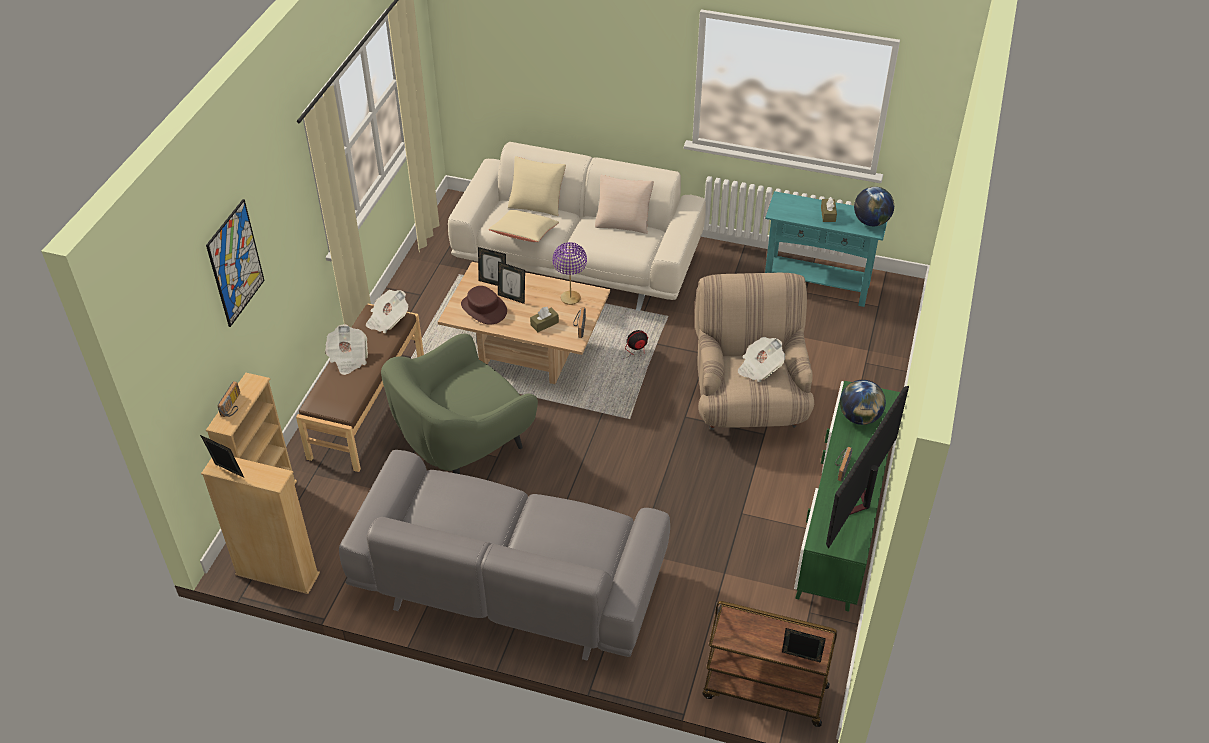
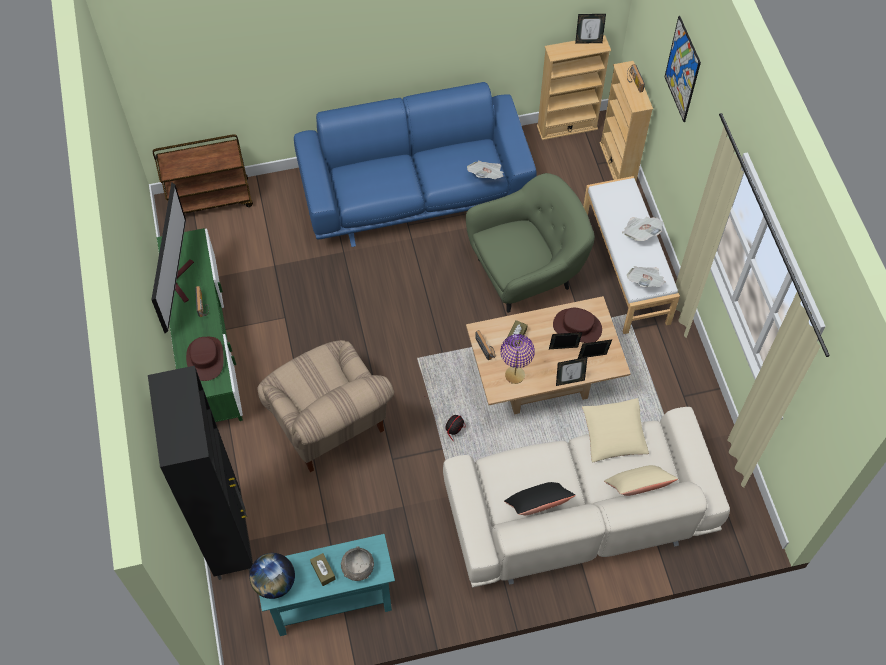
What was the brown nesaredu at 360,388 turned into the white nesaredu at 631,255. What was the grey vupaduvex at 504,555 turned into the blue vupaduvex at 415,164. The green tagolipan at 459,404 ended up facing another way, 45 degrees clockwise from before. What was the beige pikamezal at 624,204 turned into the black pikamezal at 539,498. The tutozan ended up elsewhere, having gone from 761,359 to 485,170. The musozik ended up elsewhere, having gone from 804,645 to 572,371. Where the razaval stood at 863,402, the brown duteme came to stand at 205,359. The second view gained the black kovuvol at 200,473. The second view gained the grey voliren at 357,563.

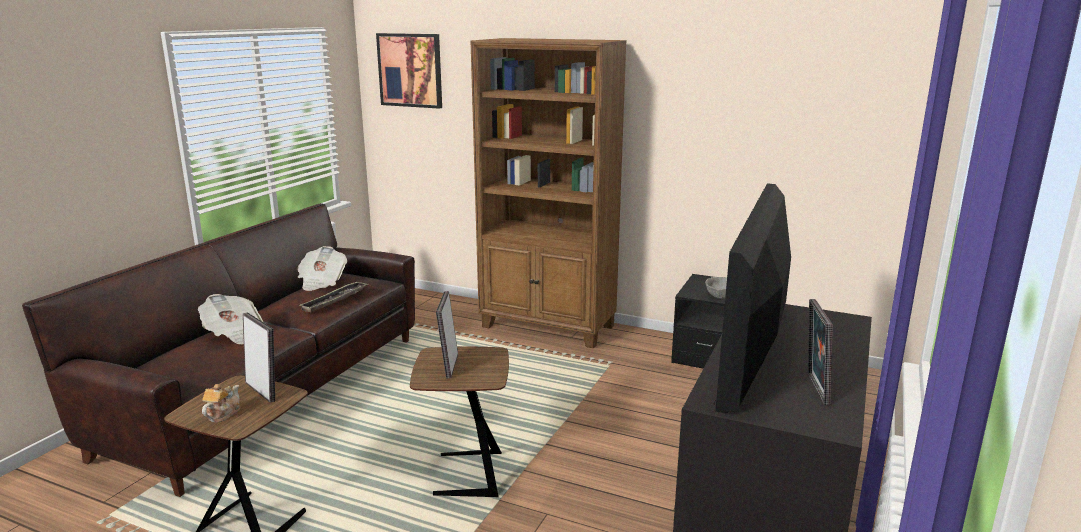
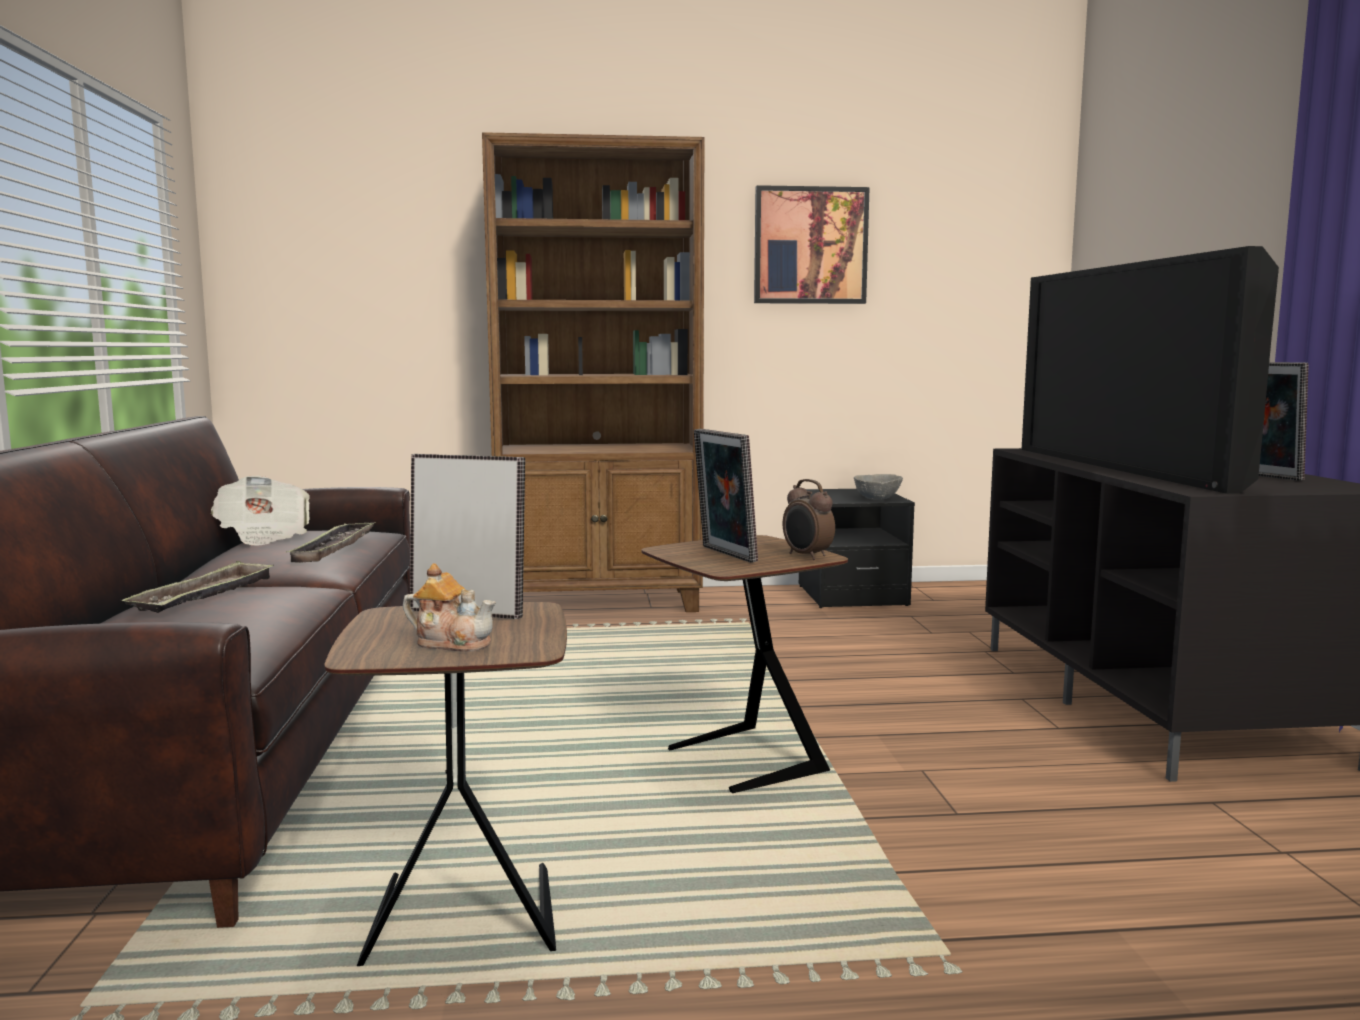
Where the tutozan stood at 230,319, the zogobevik came to stand at 197,587. The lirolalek at 221,403 ended up facing another way, 120 degrees clockwise from before. The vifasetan ended up elsewhere, having gone from 409,71 to 812,244. The second view gained the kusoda at 809,519.

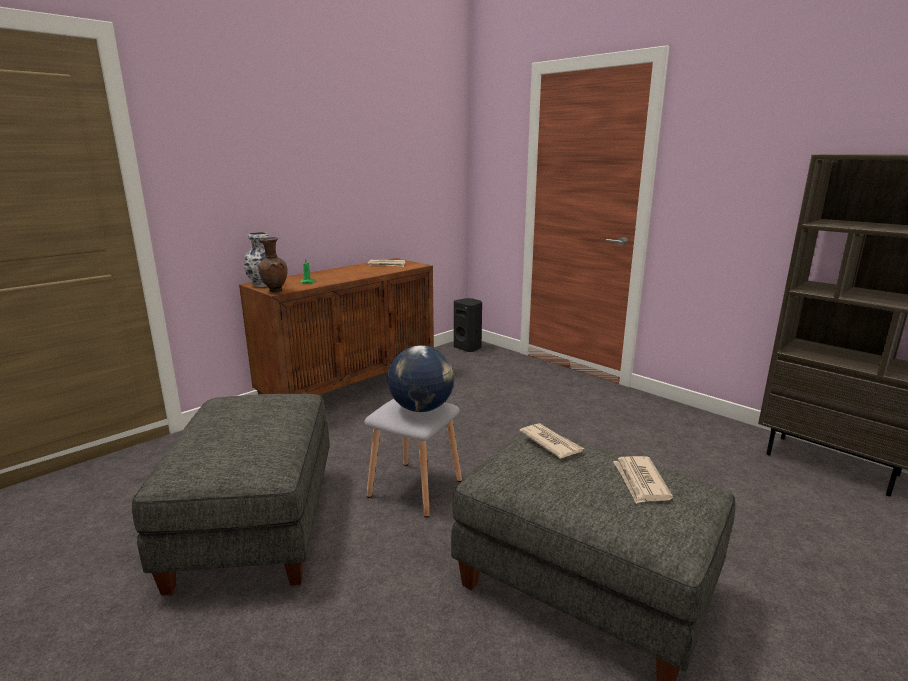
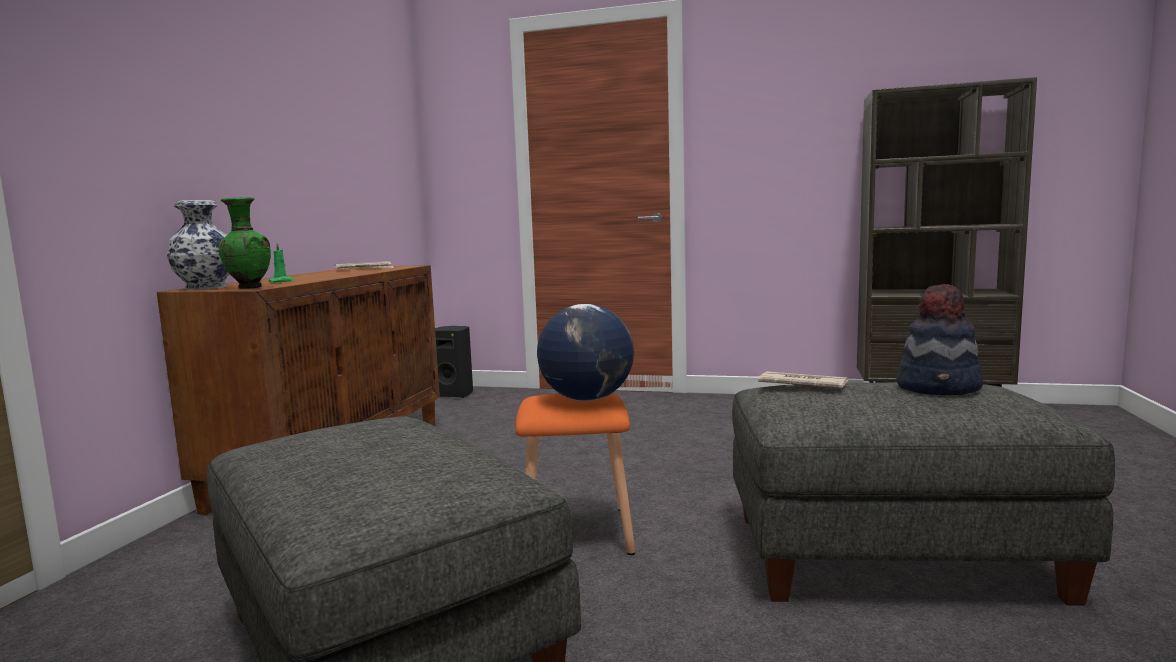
What was the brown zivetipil at 273,265 turned into the green zivetipil at 245,243. What was the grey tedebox at 413,458 turned into the orange tedebox at 575,474. Where the tutozan stood at 643,480, the duteme came to stand at 940,339.

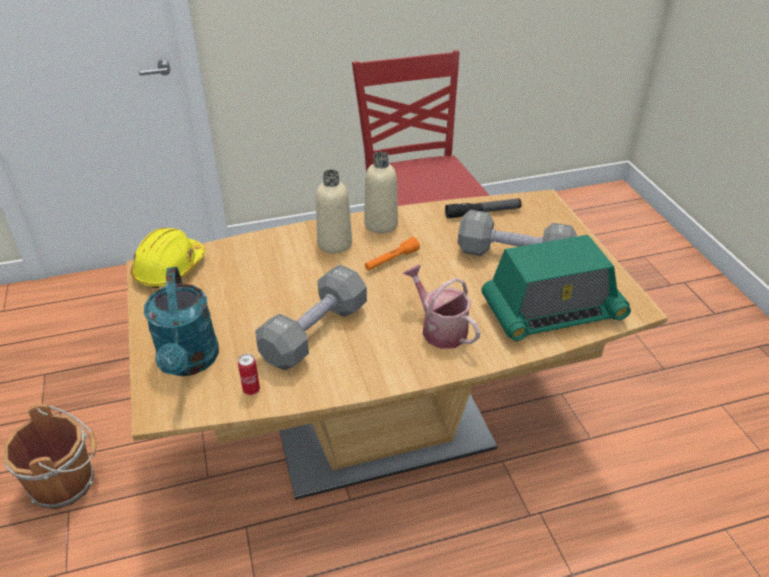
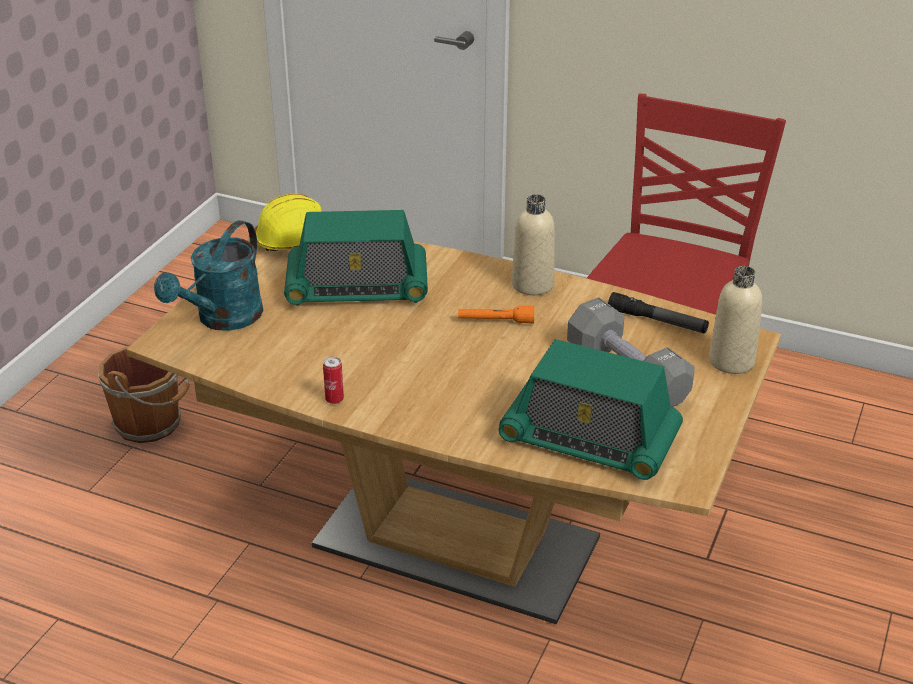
The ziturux ended up elsewhere, having gone from 249,374 to 333,380. The second view lost the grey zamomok at 311,317. The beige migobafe ended up elsewhere, having gone from 334,211 to 735,320. The second view lost the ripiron at 442,307. The second view gained the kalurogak at 356,258.

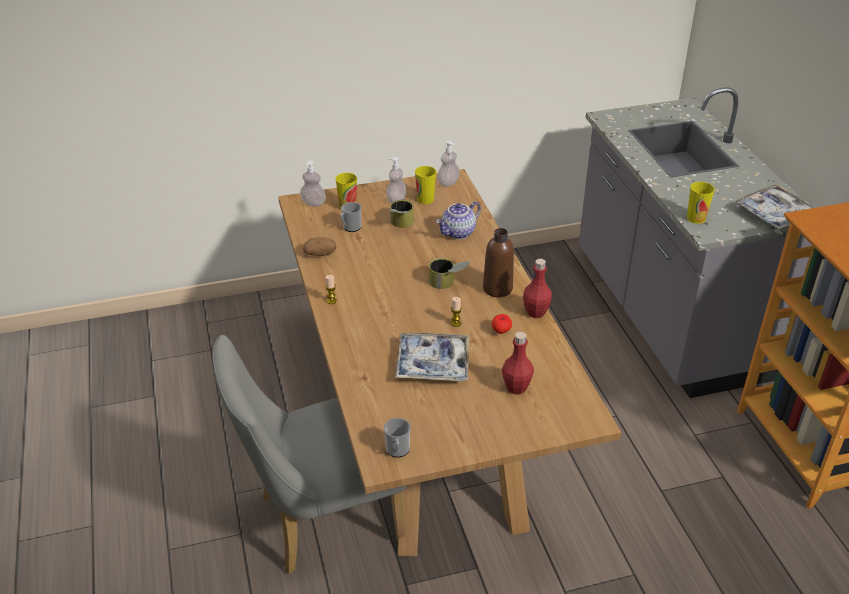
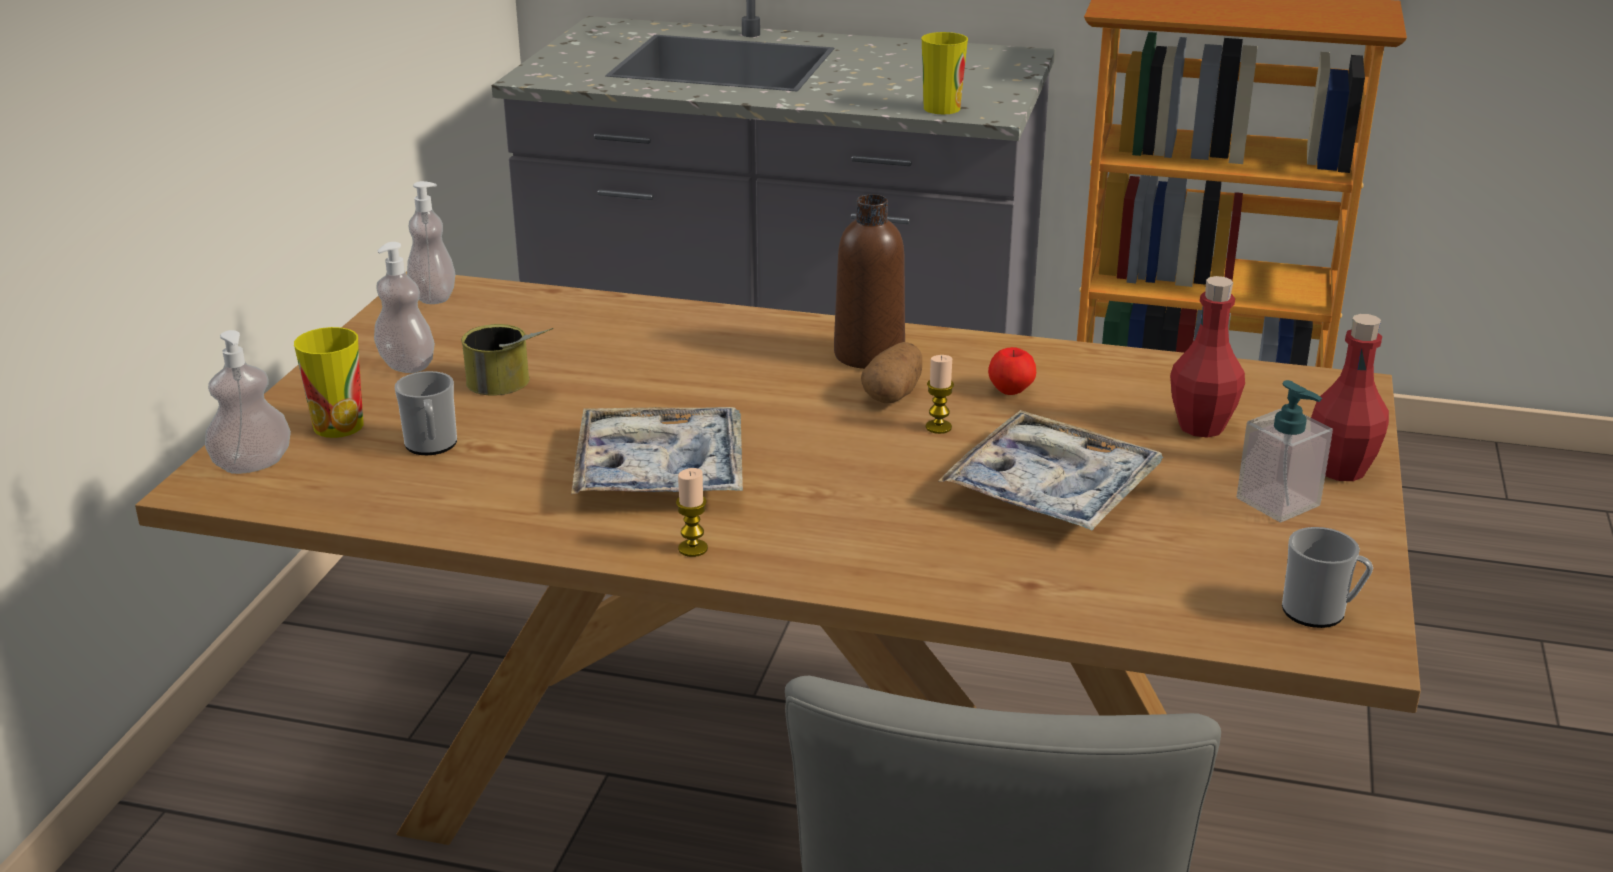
The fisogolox ended up elsewhere, having gone from 320,246 to 891,373. The second view lost the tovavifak at 425,185. The second view lost the ziturux at 449,273. The second view lost the lirolalek at 458,220. The red migobafe ended up elsewhere, having gone from 537,288 to 1350,397. The zogobevik ended up elsewhere, having gone from 775,206 to 657,450. The second view gained the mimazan at 1285,451.

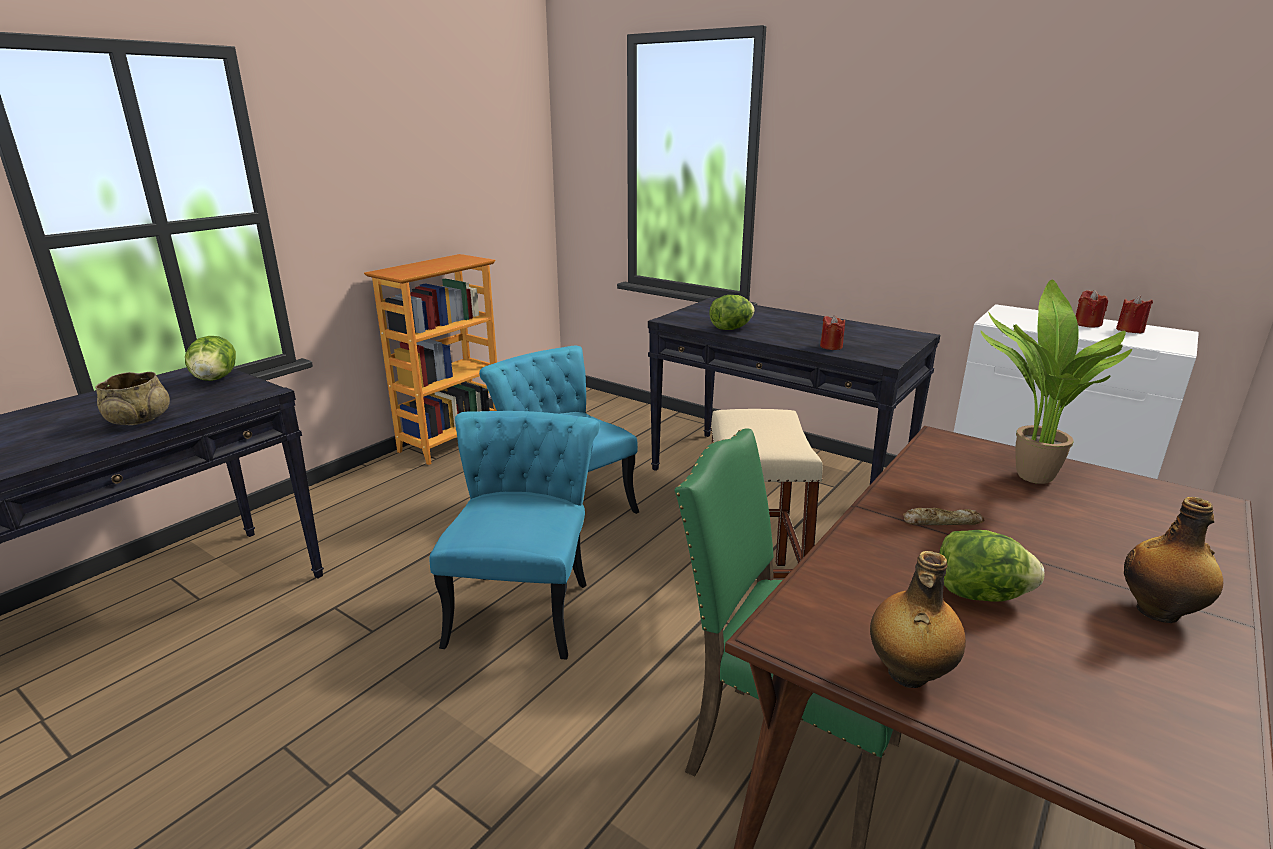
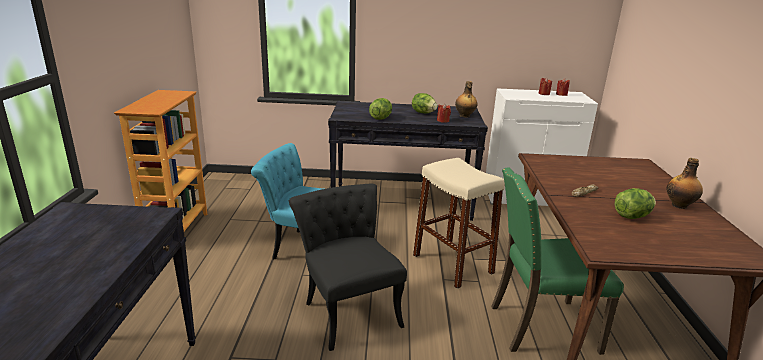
The second view lost the beige voliren at 132,398. The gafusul ended up elsewhere, having gone from 210,358 to 424,103. What was the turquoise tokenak at 514,535 turned into the black tokenak at 348,267. The migobafe ended up elsewhere, having gone from 918,619 to 466,99. The second view lost the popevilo at 1056,382.

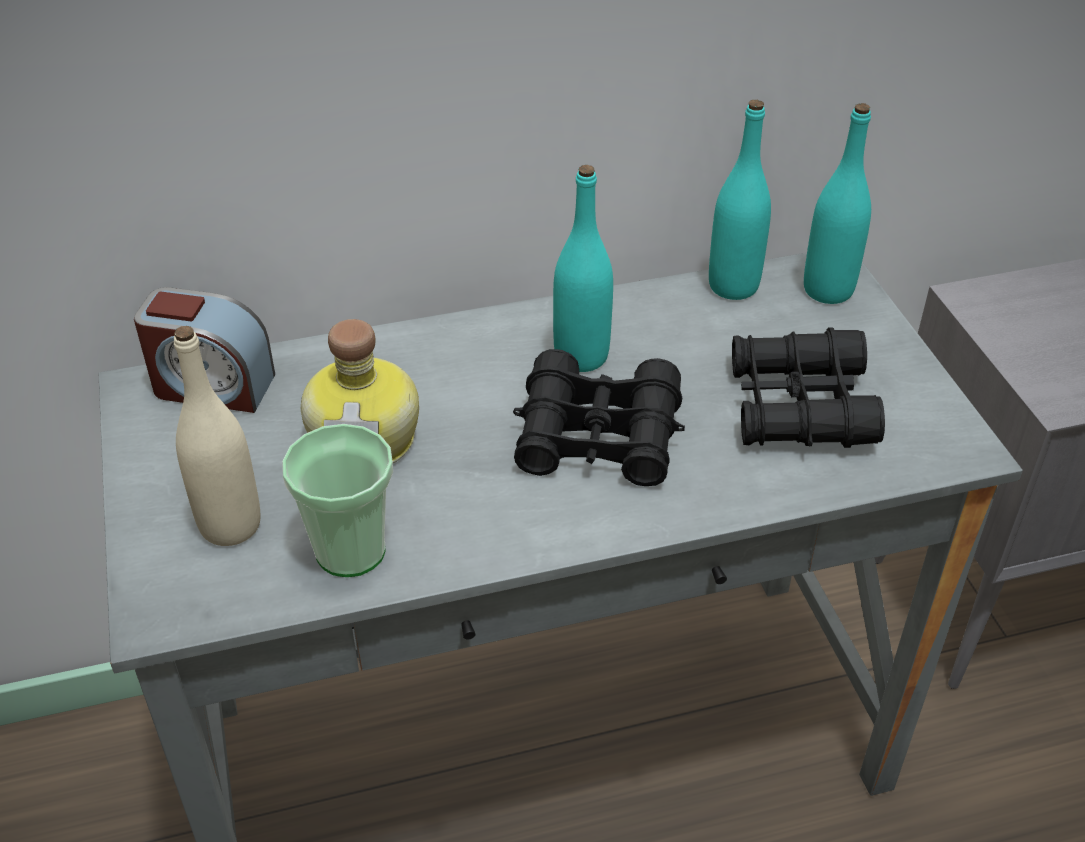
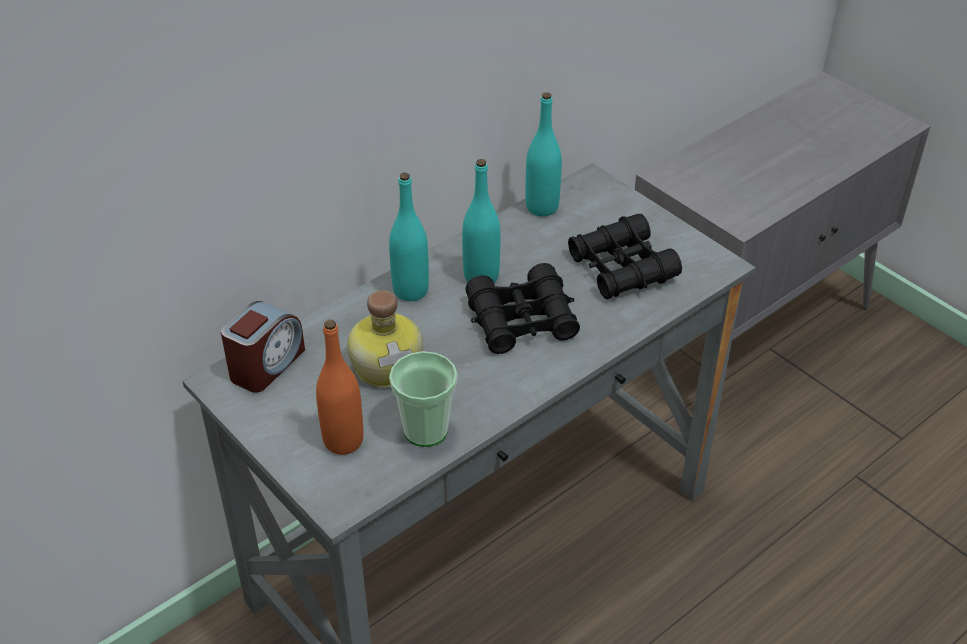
The kusoda at 204,350 ended up facing another way, 45 degrees counterclockwise from before. What was the beige migobafe at 217,436 turned into the orange migobafe at 339,387. The turquoise migobafe ended up elsewhere, having gone from 837,203 to 409,236.

